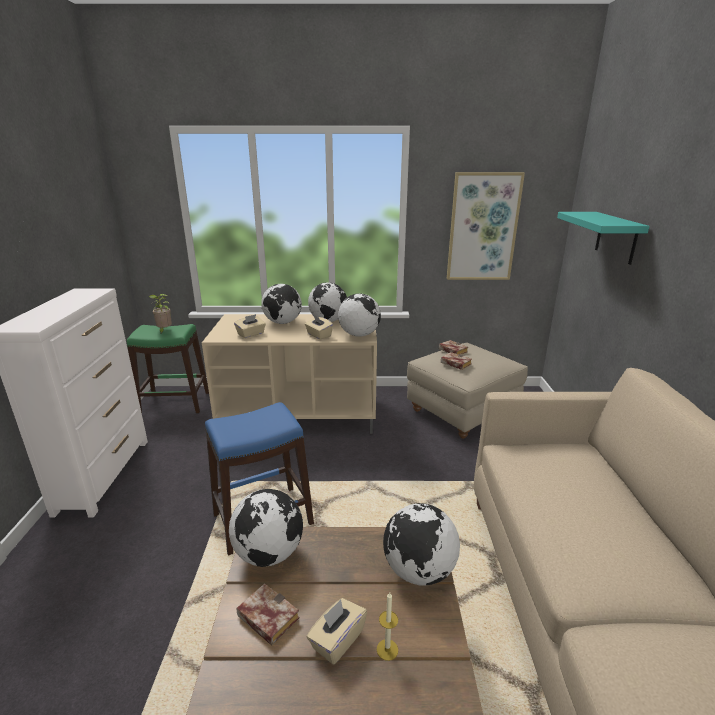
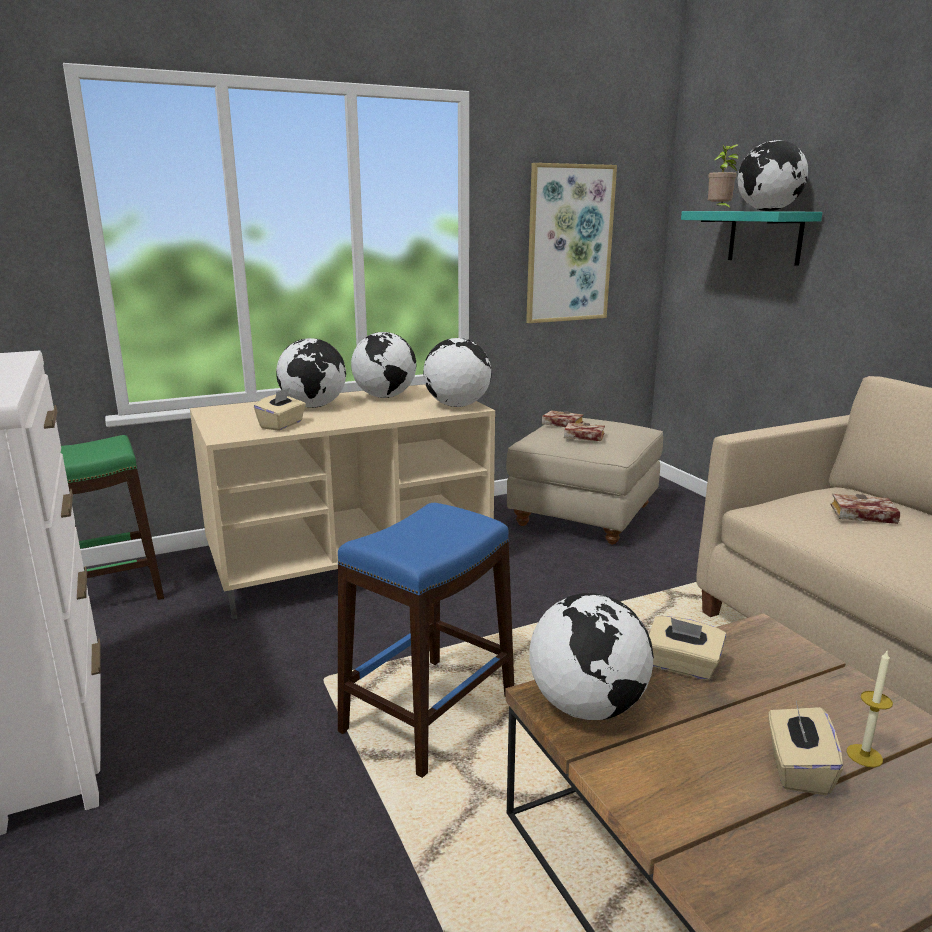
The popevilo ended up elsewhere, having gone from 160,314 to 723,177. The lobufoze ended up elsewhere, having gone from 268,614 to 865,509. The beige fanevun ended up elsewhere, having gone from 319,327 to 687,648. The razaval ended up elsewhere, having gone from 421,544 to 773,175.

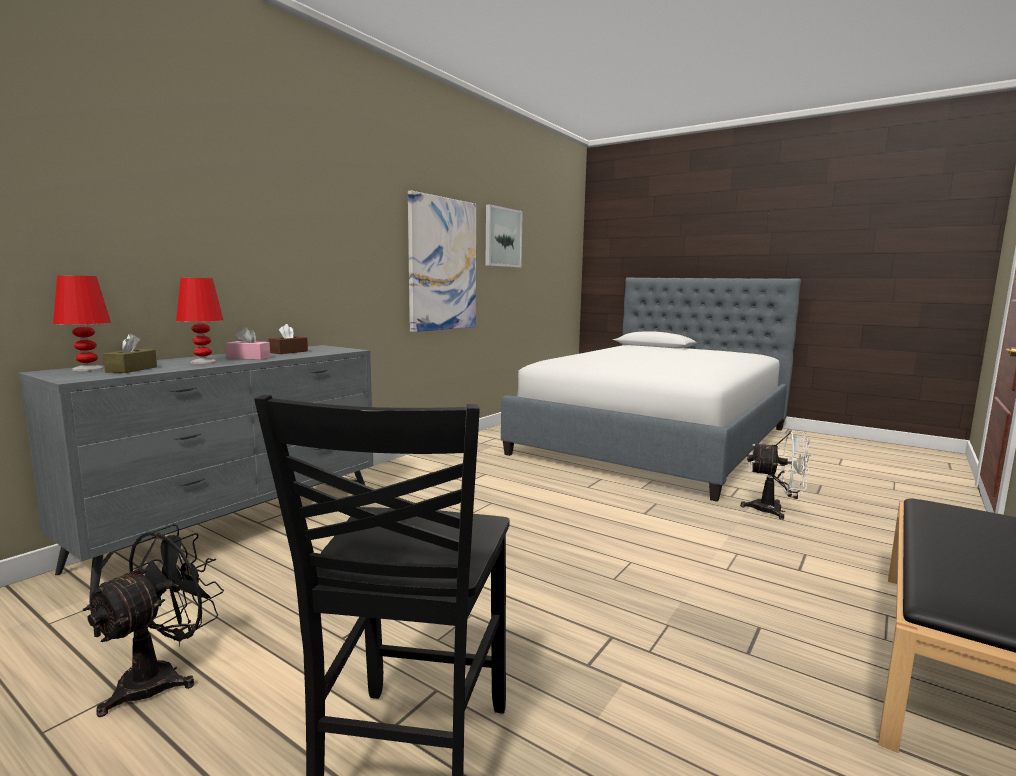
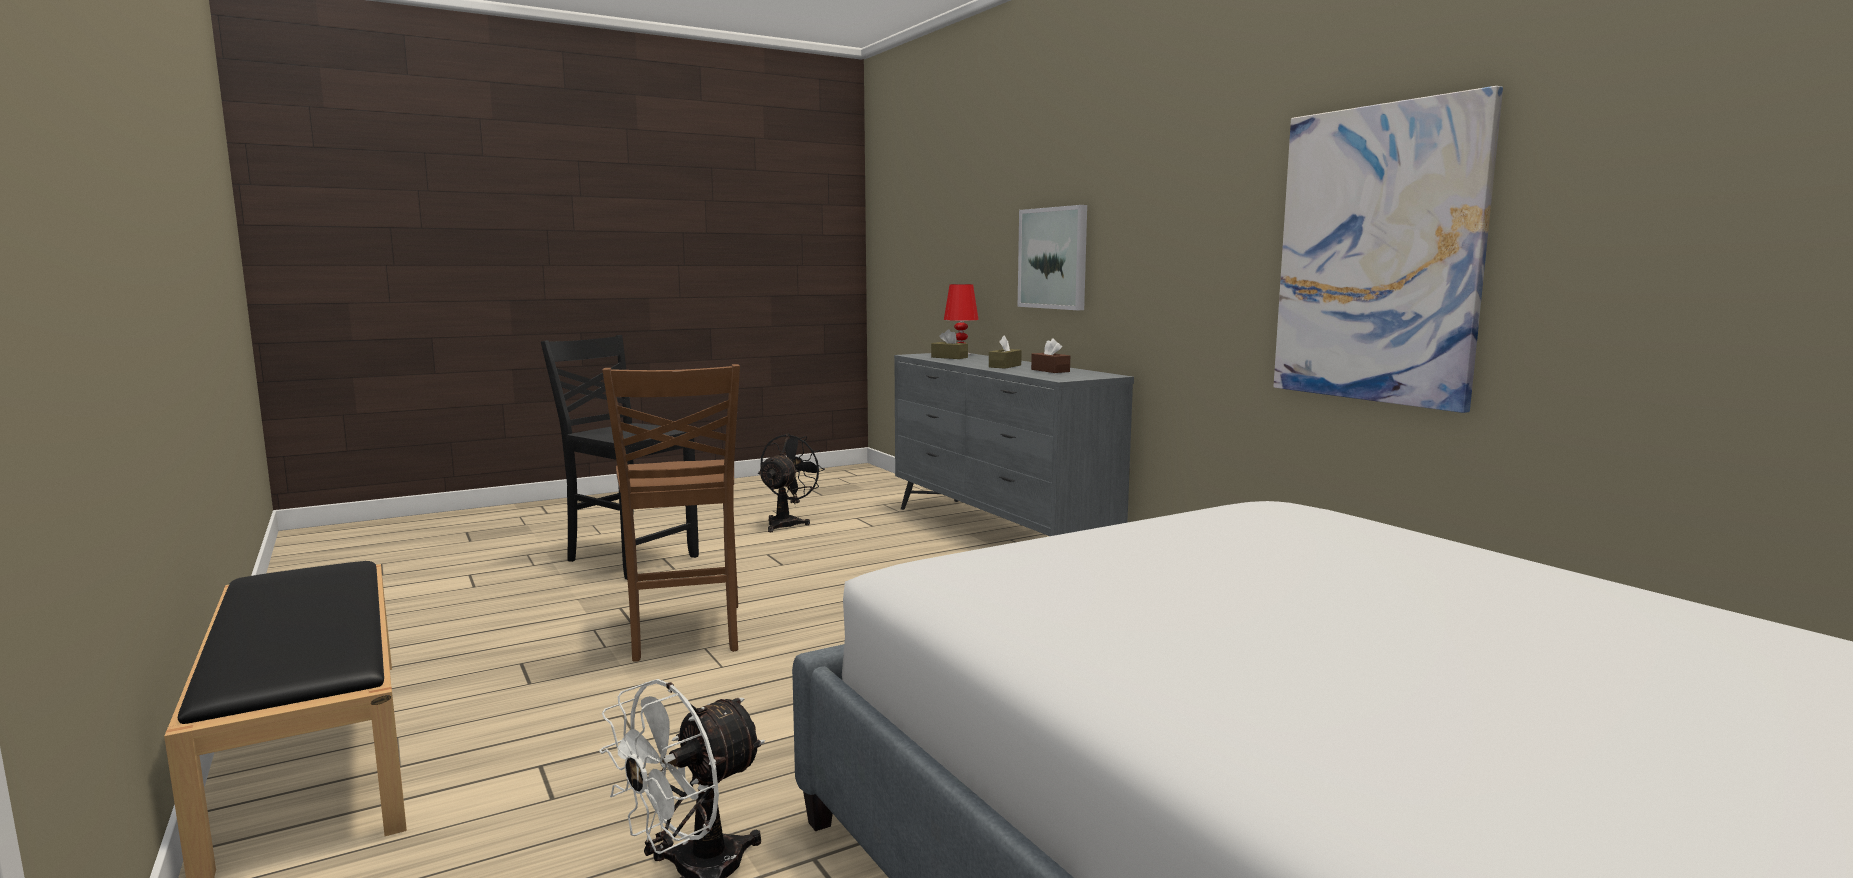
The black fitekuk at 153,620 ended up facing another way, 120 degrees counterclockwise from before. The second view lost the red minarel at 199,321. What was the pink fanevun at 248,343 turned into the brown fanevun at 1005,352. The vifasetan ended up elsewhere, having gone from 504,236 to 1052,257. The second view gained the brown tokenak at 671,513.

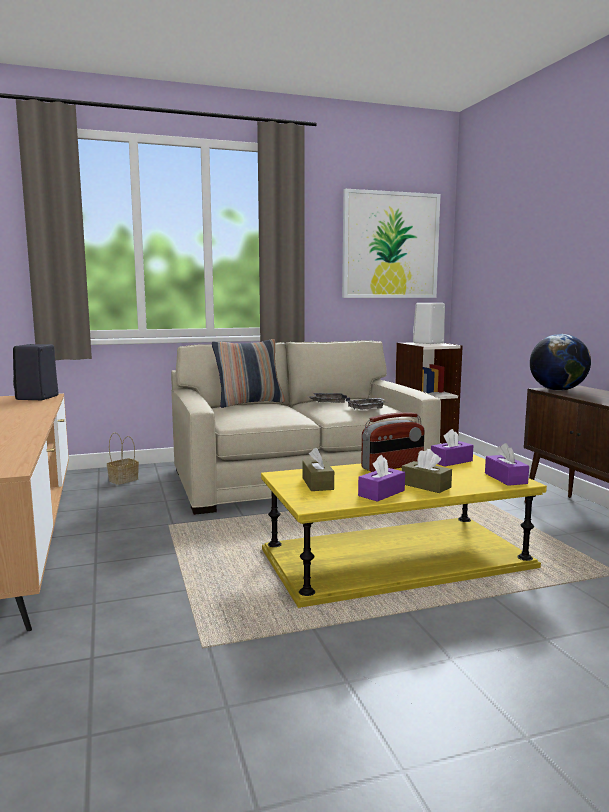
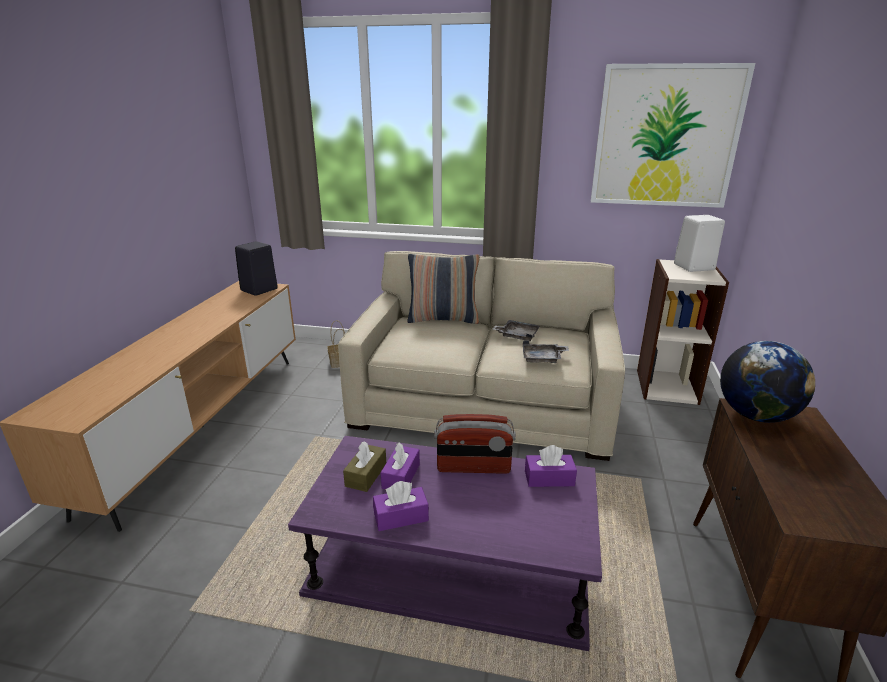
What was the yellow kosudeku at 404,531 turned into the purple kosudeku at 445,543. The second view lost the brown fanevun at 427,471. The purple fanevun ended up elsewhere, having gone from 507,464 to 400,466.

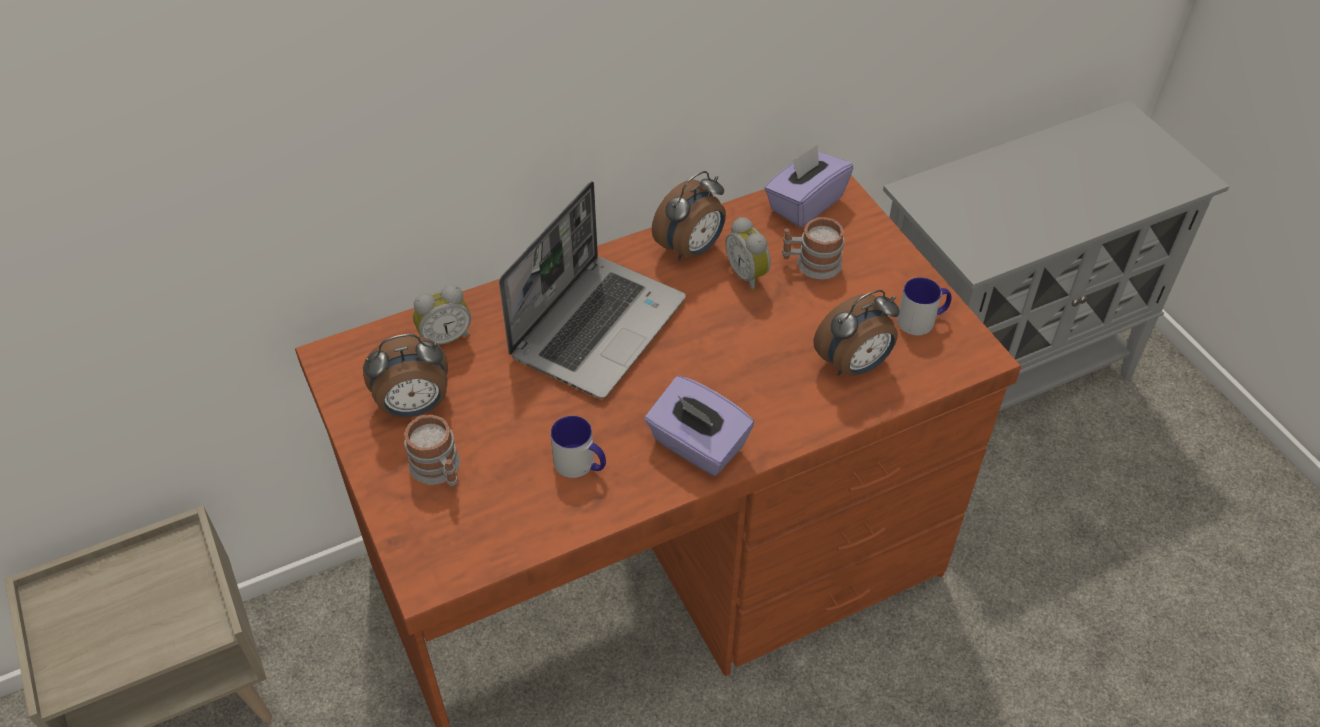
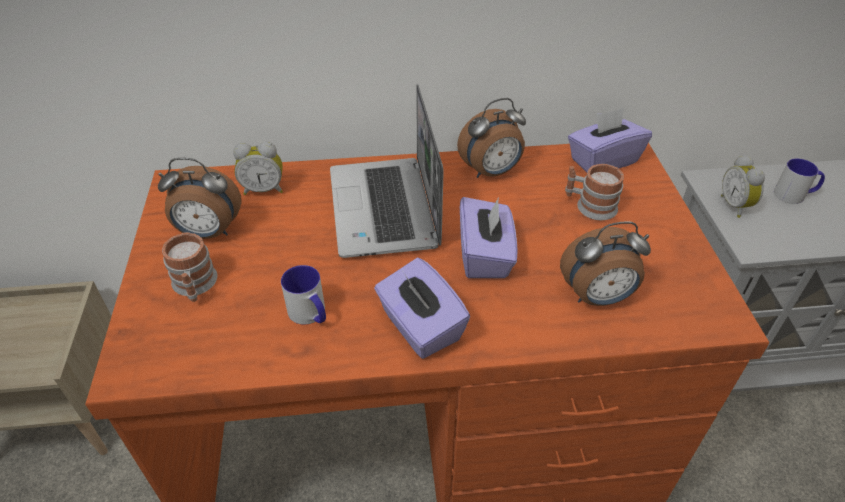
The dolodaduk at 592,290 ended up facing another way, 120 degrees clockwise from before. The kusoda ended up elsewhere, having gone from 748,254 to 743,186. The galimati ended up elsewhere, having gone from 924,306 to 799,181. The second view gained the purple fanevun at 489,237.

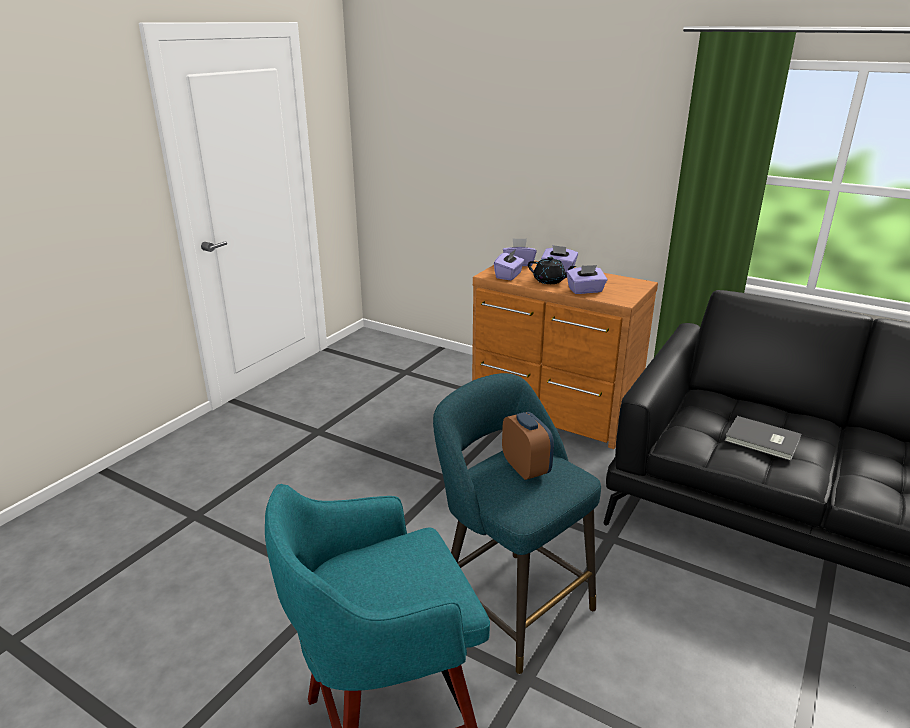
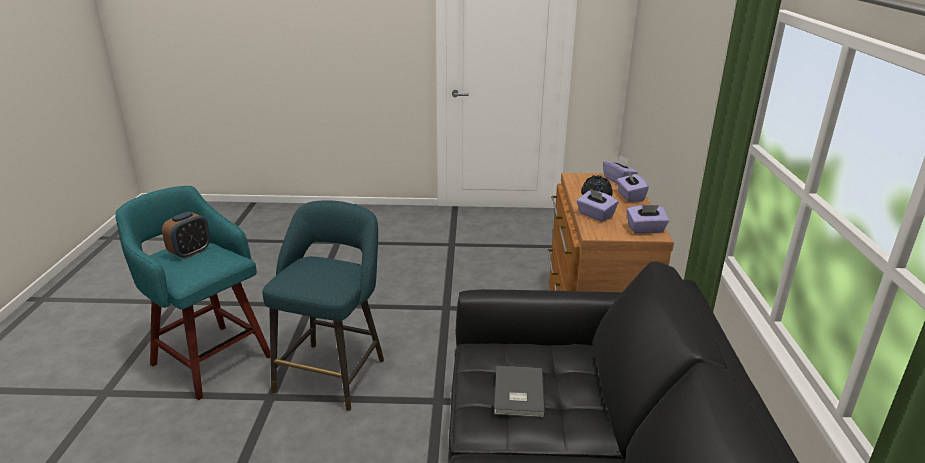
The purple fanevun ended up elsewhere, having gone from 509,264 to 648,219. The kusoda ended up elsewhere, having gone from 528,446 to 186,235.

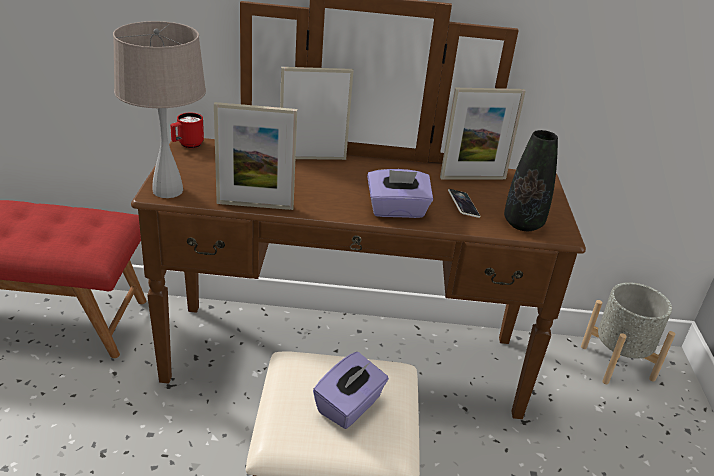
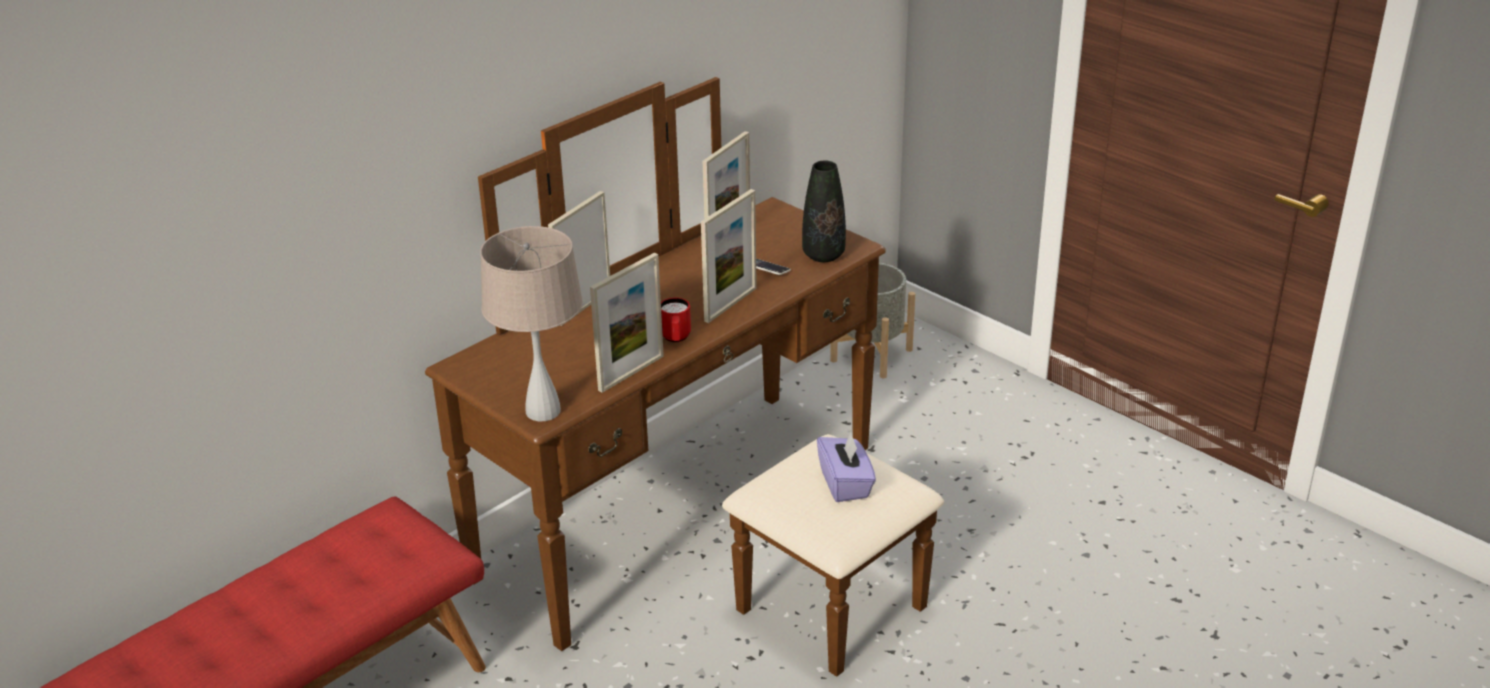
The red galimati ended up elsewhere, having gone from 187,130 to 676,320. Where the purple fanevun stood at 400,193, the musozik came to stand at 729,256.

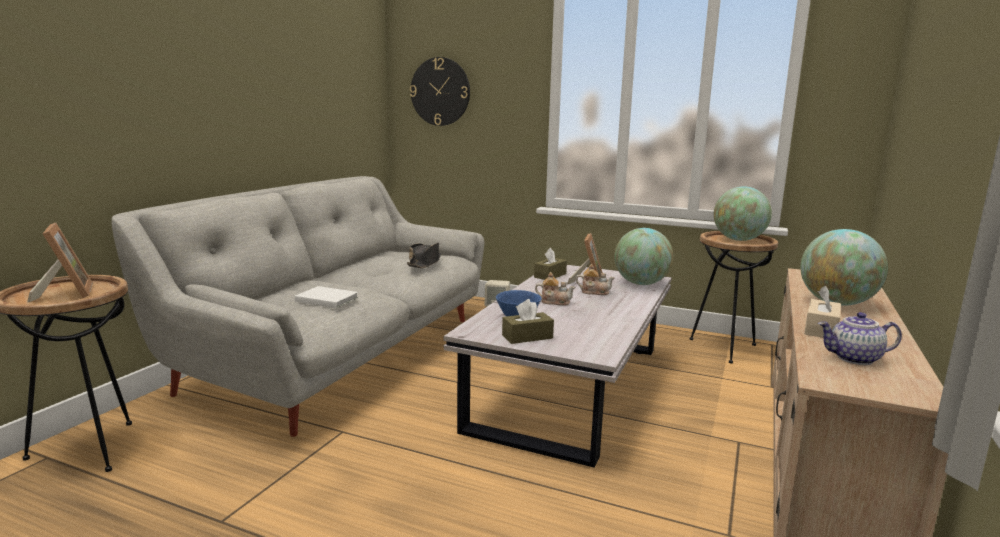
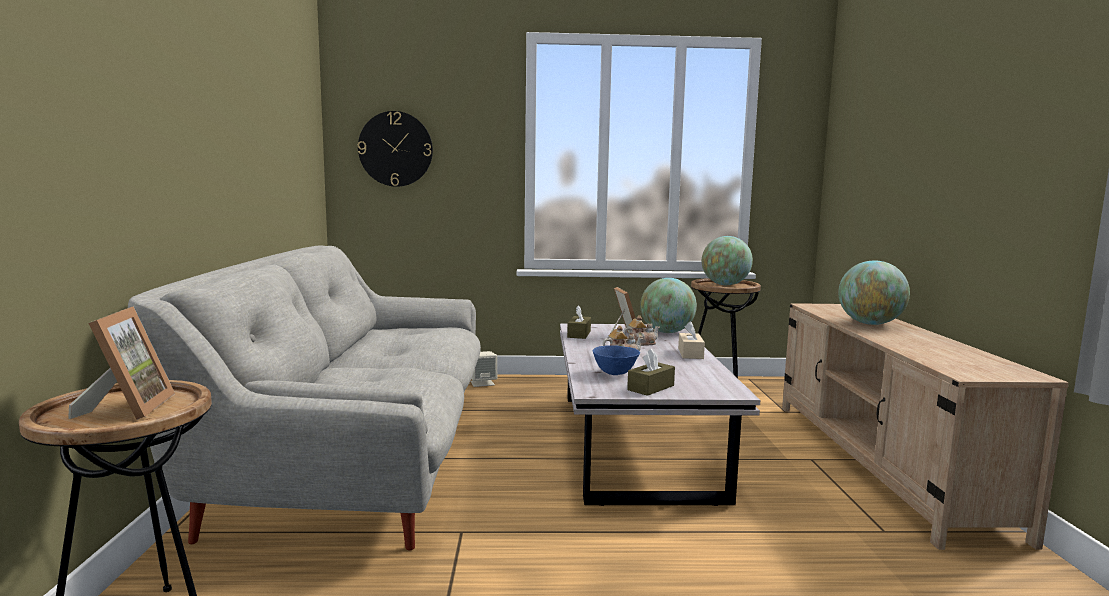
The musozik at 60,262 ended up facing another way, 45 degrees clockwise from before. The second view lost the white lobufoze at 326,297. The second view lost the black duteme at 424,255. The beige fanevun ended up elsewhere, having gone from 822,312 to 691,340. The second view lost the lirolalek at 860,338.

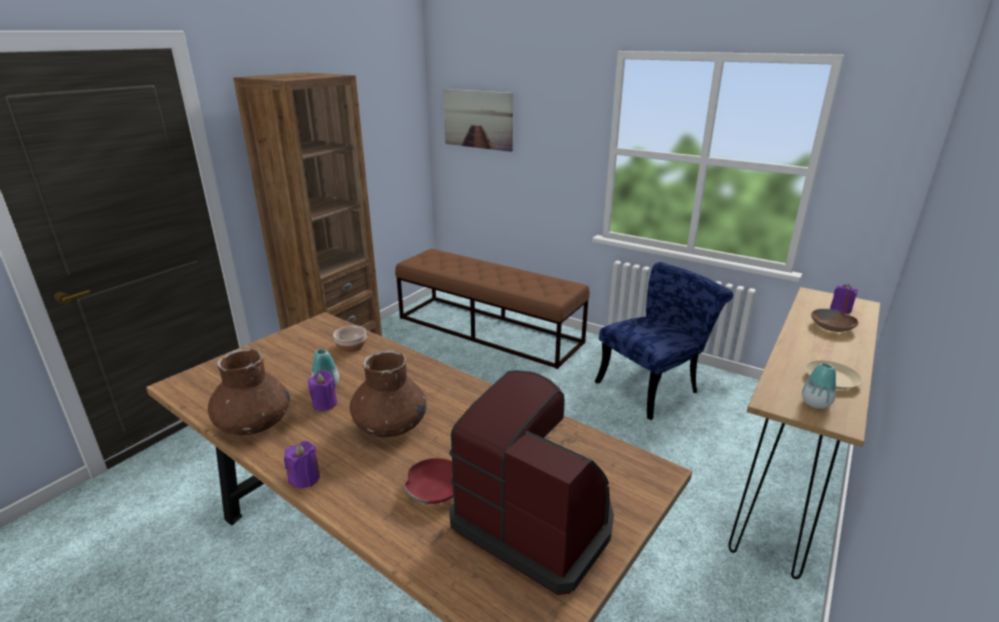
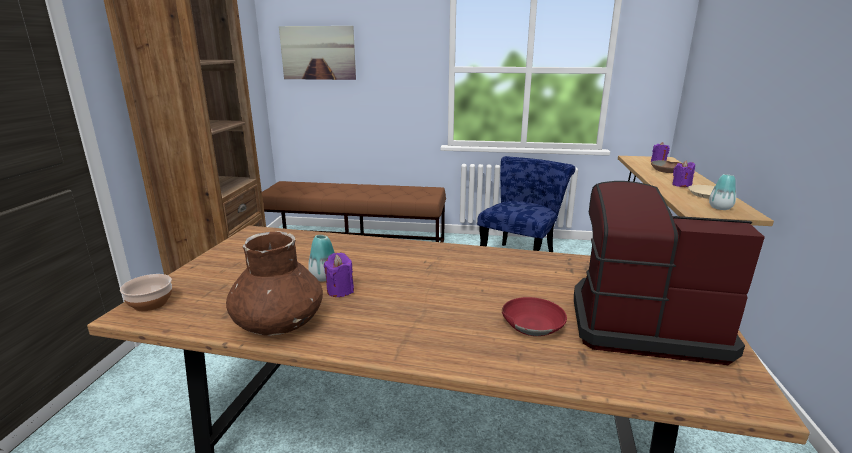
The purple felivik ended up elsewhere, having gone from 302,464 to 683,174. The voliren ended up elsewhere, having gone from 350,338 to 146,292. The second view lost the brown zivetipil at 388,393.

